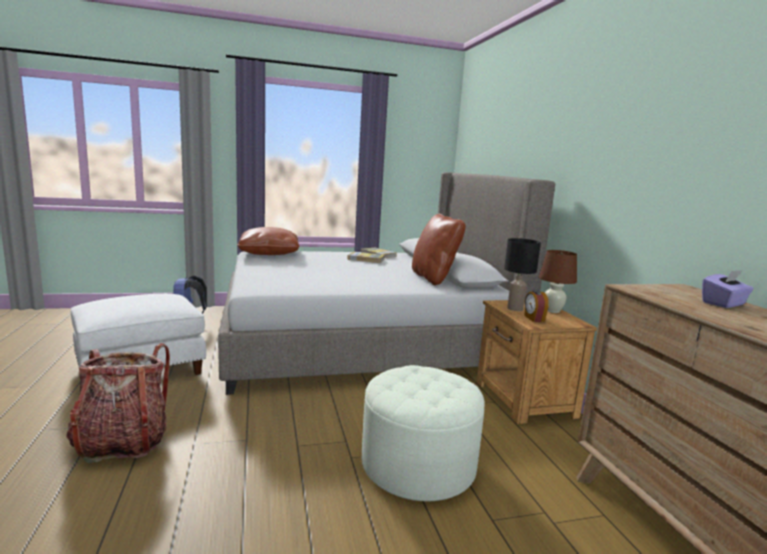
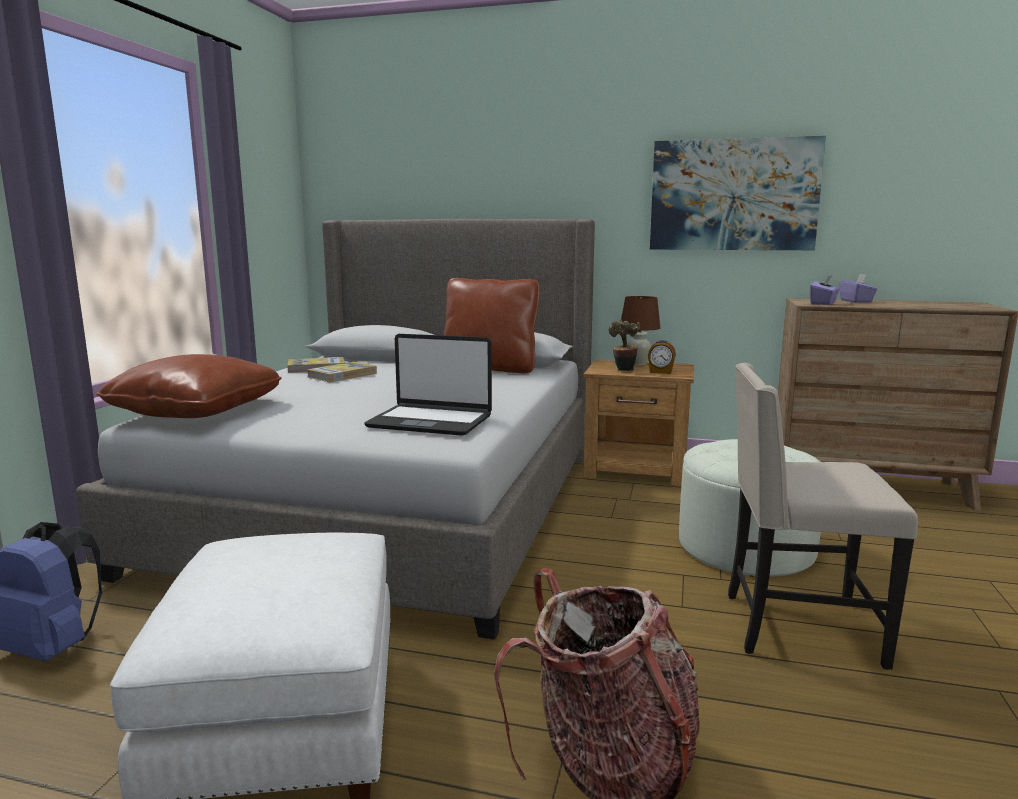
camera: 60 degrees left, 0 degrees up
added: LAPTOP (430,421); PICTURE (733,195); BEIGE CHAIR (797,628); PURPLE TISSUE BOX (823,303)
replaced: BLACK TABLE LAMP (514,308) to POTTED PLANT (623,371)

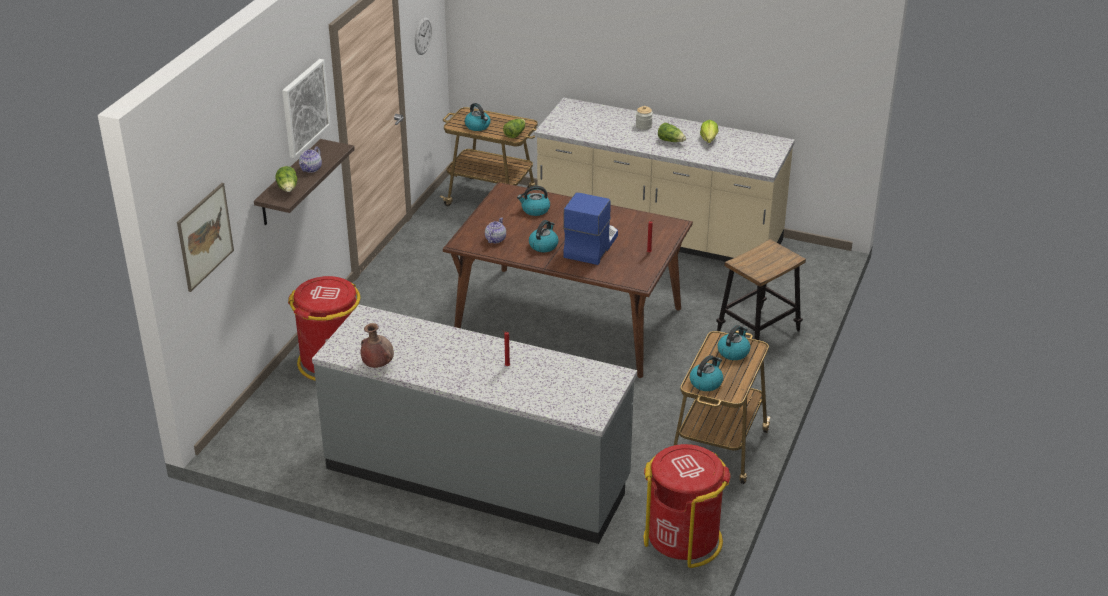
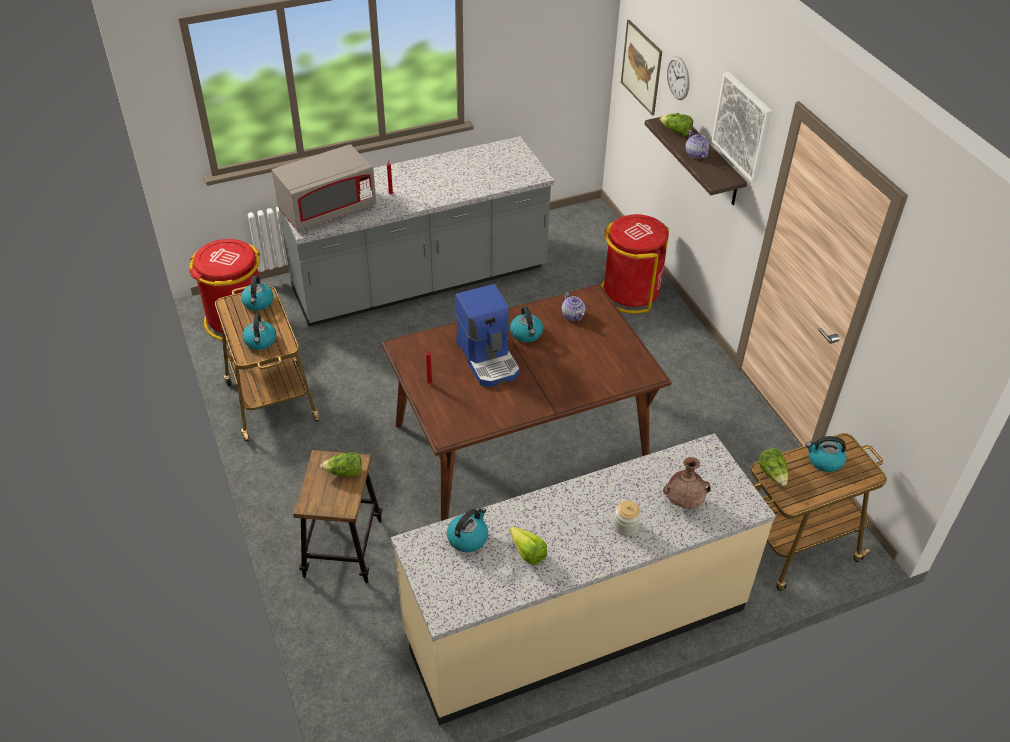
camera: 135 degrees right, 10 degrees up
added: GREY MICROWAVE (327,209)
moved: BROWN VASE (377,364) to (684,502); WALL CLOCK (423,35) to (678,78); KETTLE (535,210) to (468,538); LETTUCE (671,141) to (344,472)

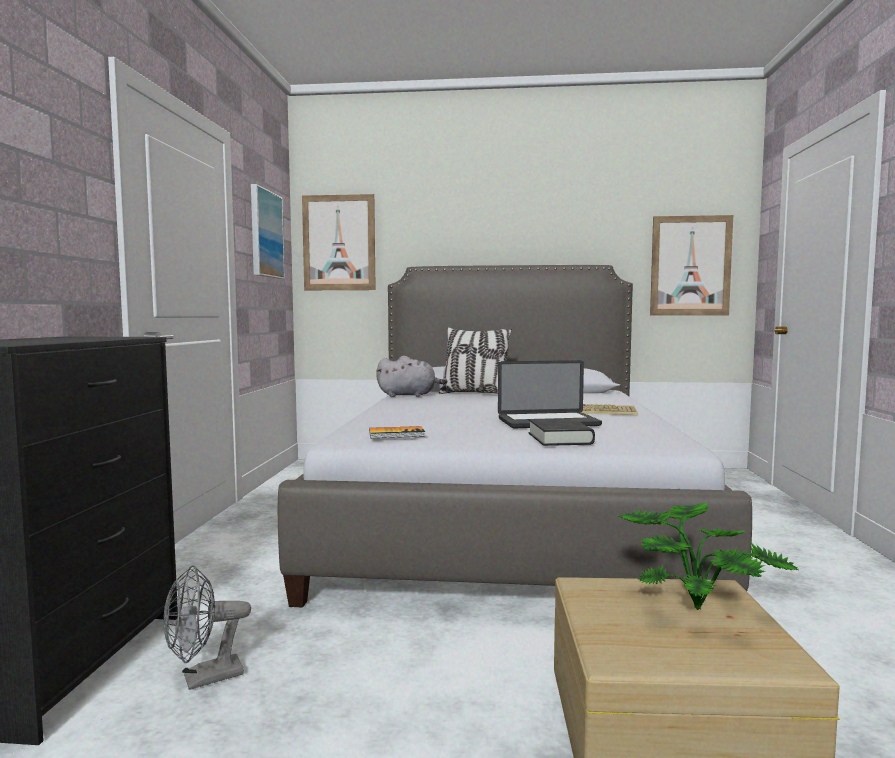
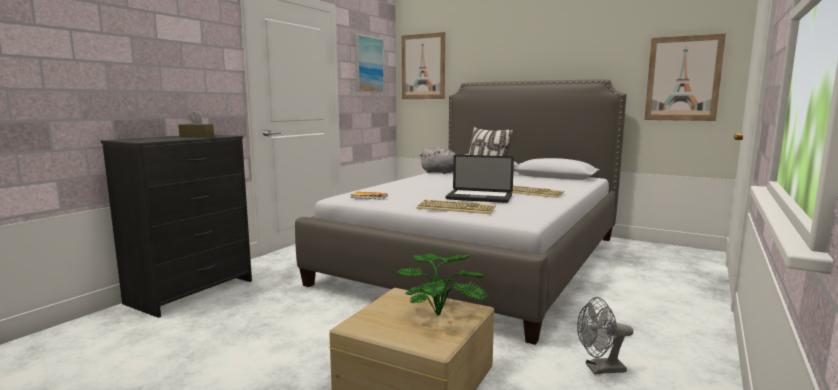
camera: 25 degrees right, 5 degrees up
added: BROWN TISSUE BOX (196,136)
moved: GREY FAN (203,679) to (600,369)
replaced: BLACK BOOK (560,438) to KEYBOARD (456,208)

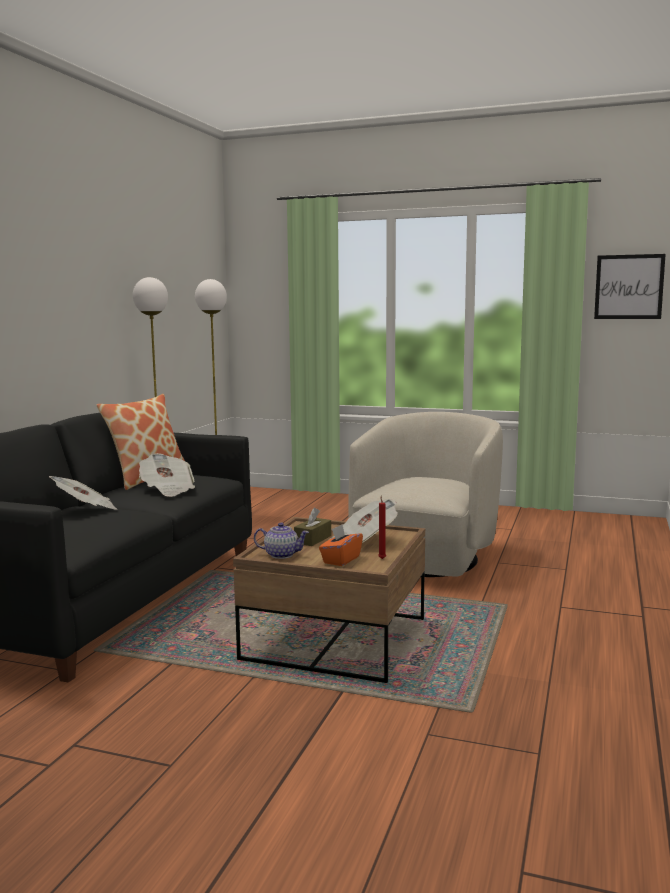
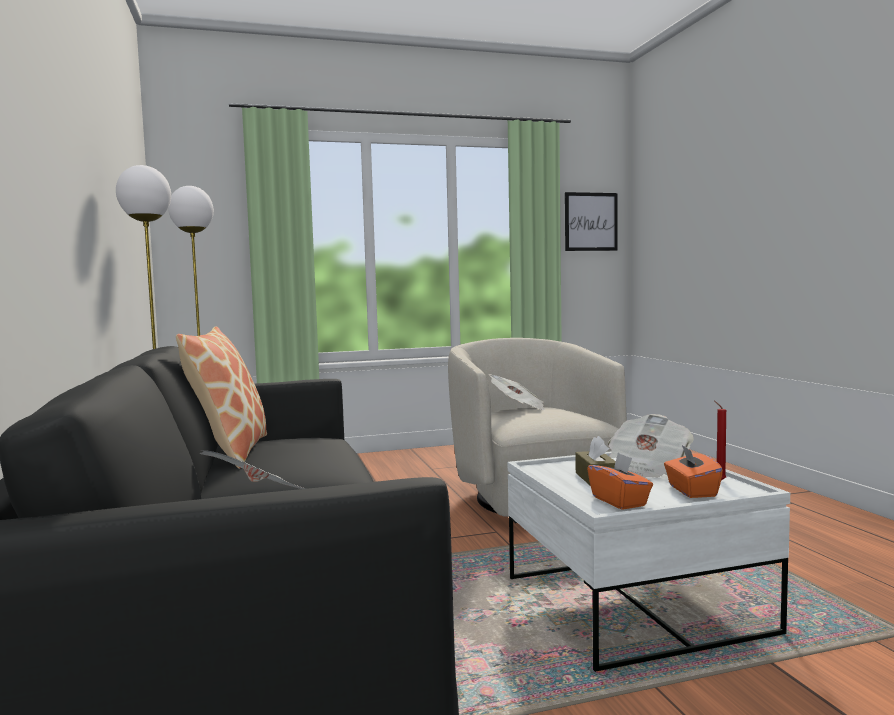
camera: 35 degrees left, 5 degrees down
moved: NEWSPAPER (167,490) to (518,408)
replaced: TEAPOT (281,555) to ORANGE TISSUE BOX (619,501)
recoloured: BROWN COFFEE TABLE (335,639) to WHITE COFFEE TABLE (634,604)

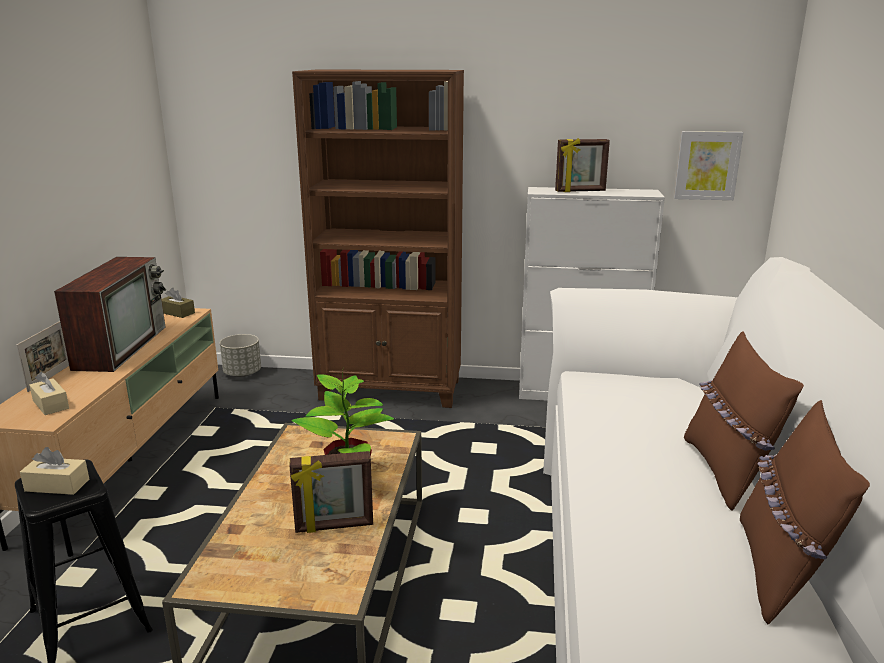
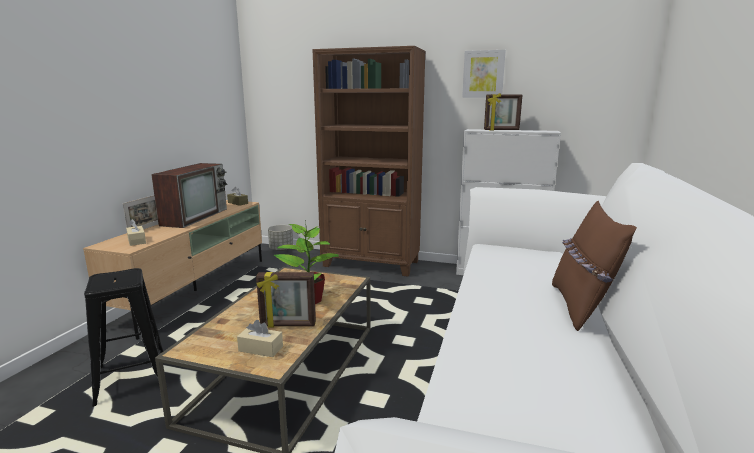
camera: 10 degrees right, 5 degrees down
removed: BROWN PILLOW (780,571)
moved: BEIGE TISSUE BOX (57,485) to (261,349); PICTURE (707,165) to (483,74)

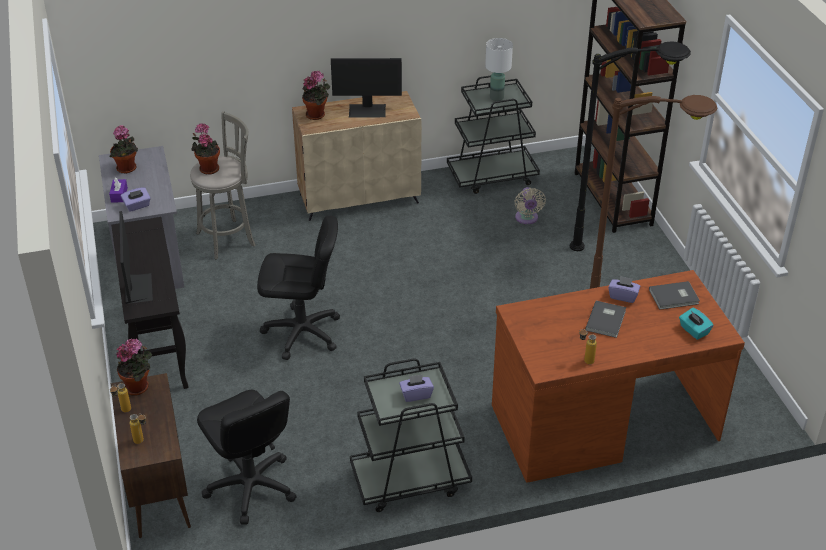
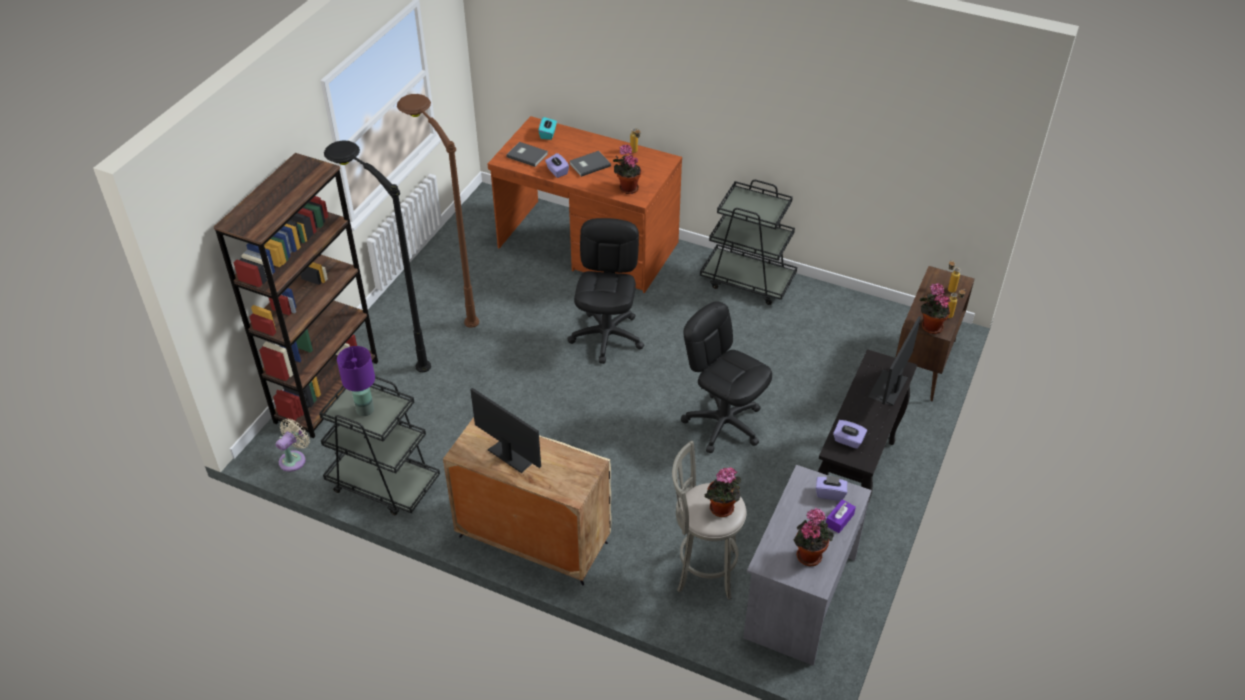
camera: 140 degrees left, 5 degrees up
moved: BLACK OFFICE CHAIR (251,487) to (607,336); POTTED PLANT (317,115) to (627,188); PURPLE TISSUE BOX (416,394) to (848,440); BEIGE FAN (527,219) to (294,459)
recoloured: WHITE TABLE LAMP (496,97) to PURPLE TABLE LAMP (364,410)

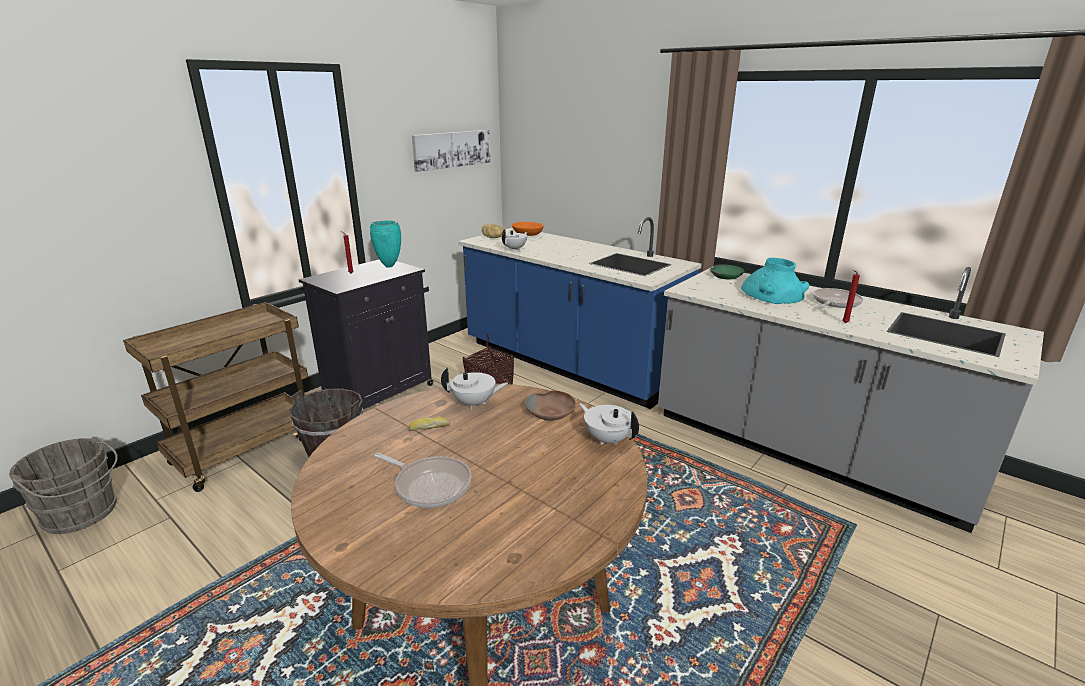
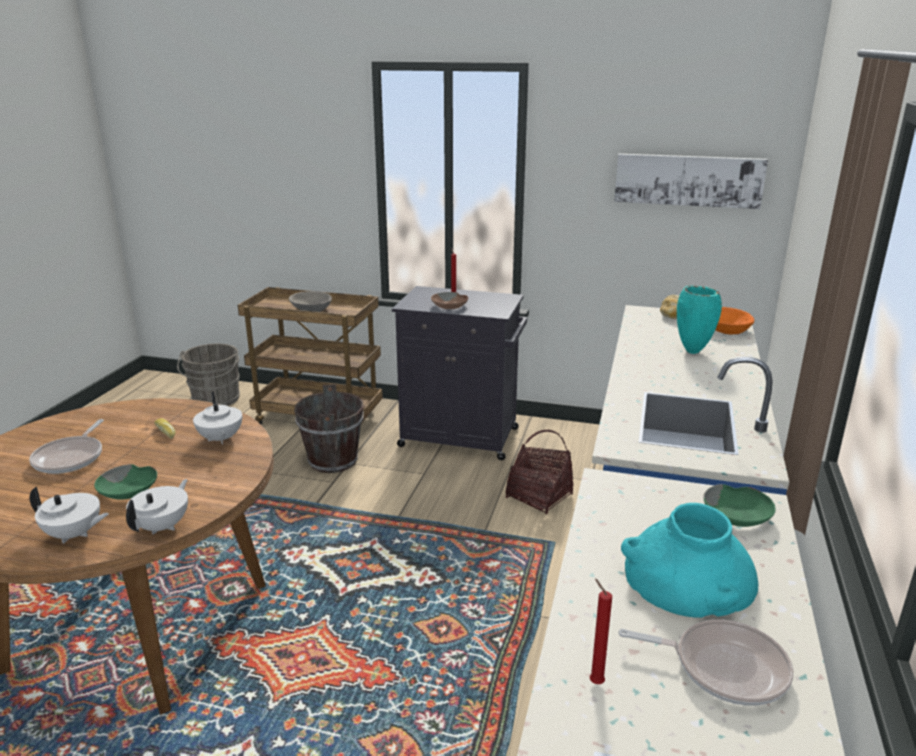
camera: 65 degrees right, 0 degrees up
added: GREEN BOWL (129,490); GREY BOWL (311,309)
moved: TURQUOISE VASE (389,266) to (693,352); WHITE TEAPOT (515,249) to (74,535); BROWN BOWL (551,412) to (450,306)

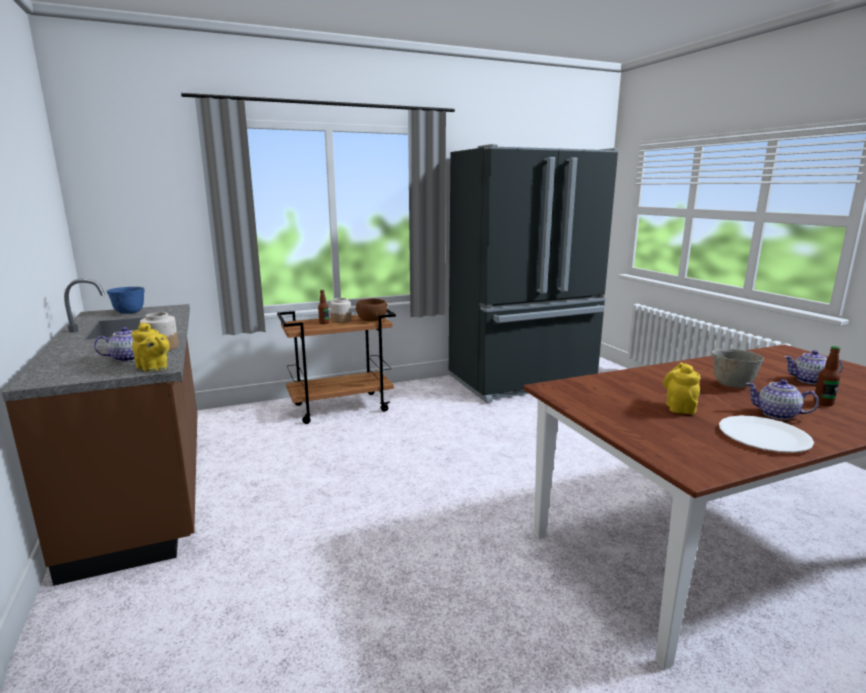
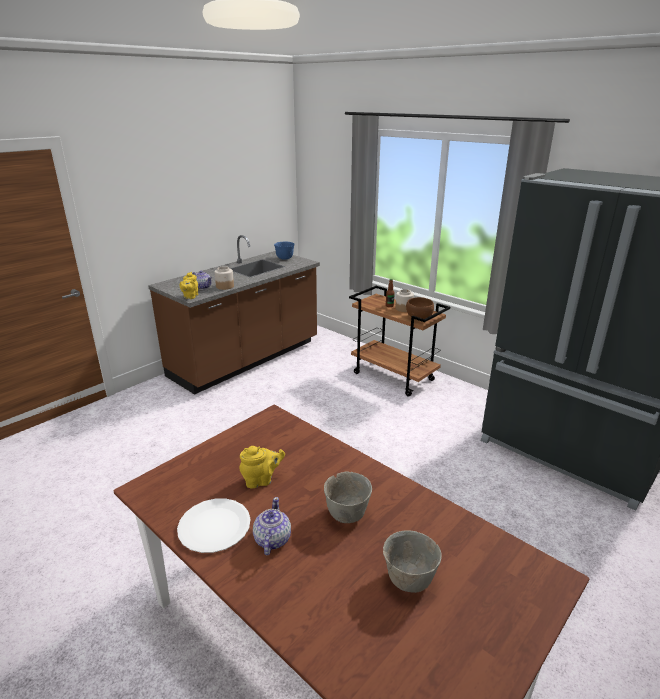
camera: 65 degrees right, 10 degrees up
removed: BOTTLE (823,403)
replaced: TEAPOT (809,380) to GREY BOWL (408,580)

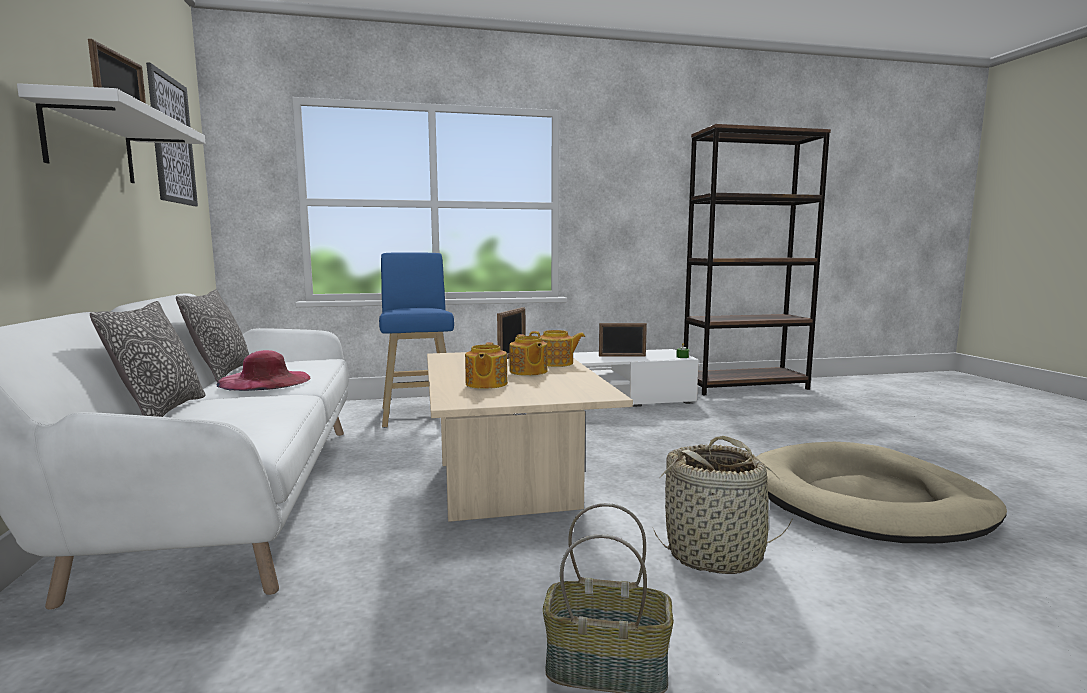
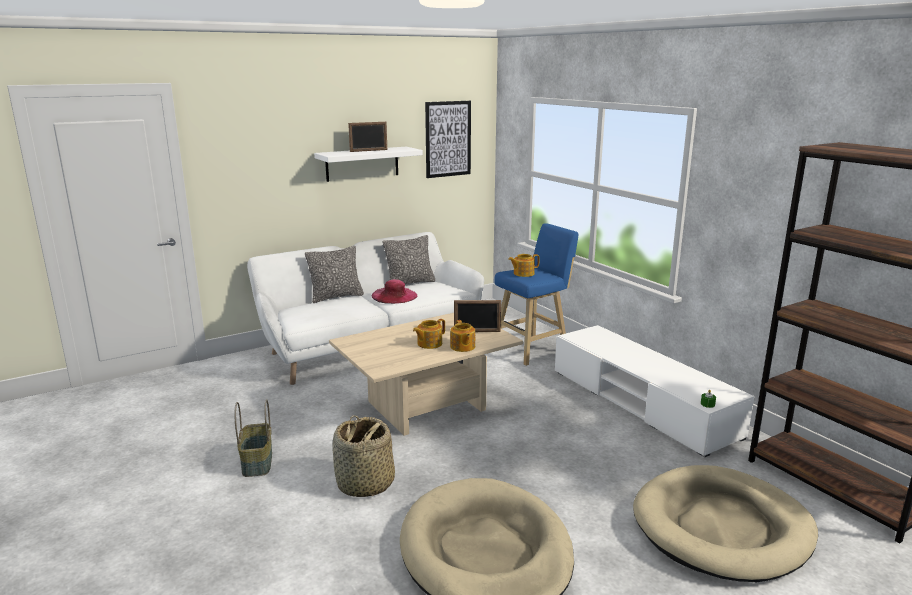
camera: 70 degrees right, 10 degrees up
removed: PICTURE FRAME (622,356)
added: BEIGE DOG BED (722,527)
moved: TEAPOT (485,384) to (523,273)

